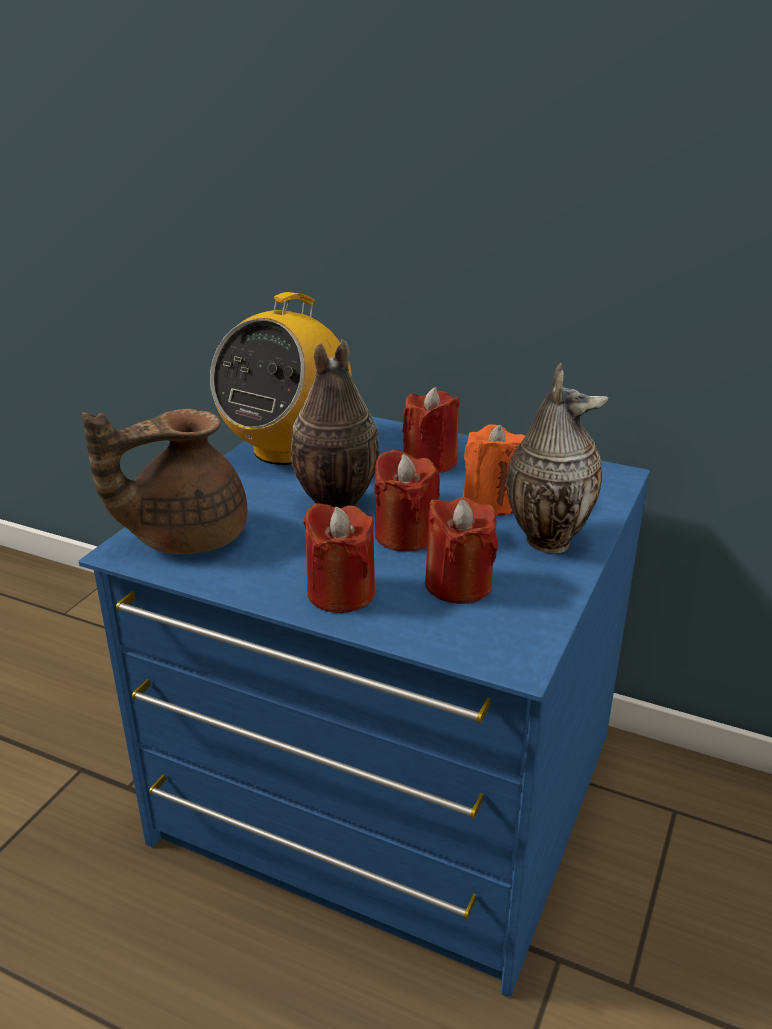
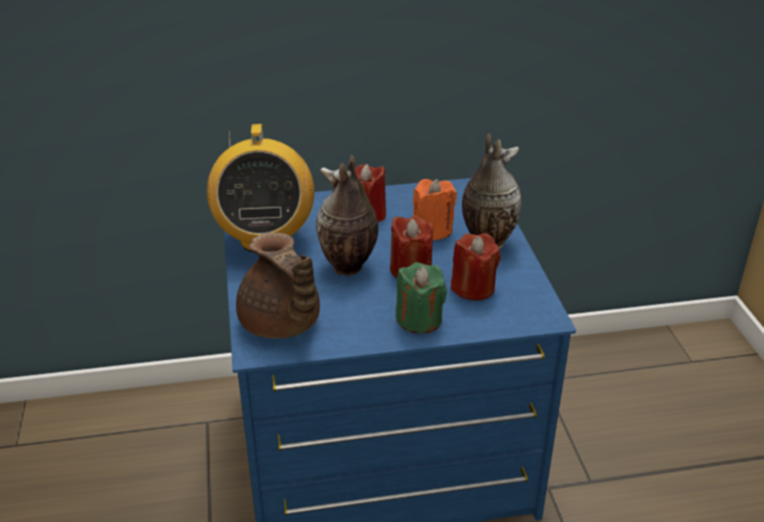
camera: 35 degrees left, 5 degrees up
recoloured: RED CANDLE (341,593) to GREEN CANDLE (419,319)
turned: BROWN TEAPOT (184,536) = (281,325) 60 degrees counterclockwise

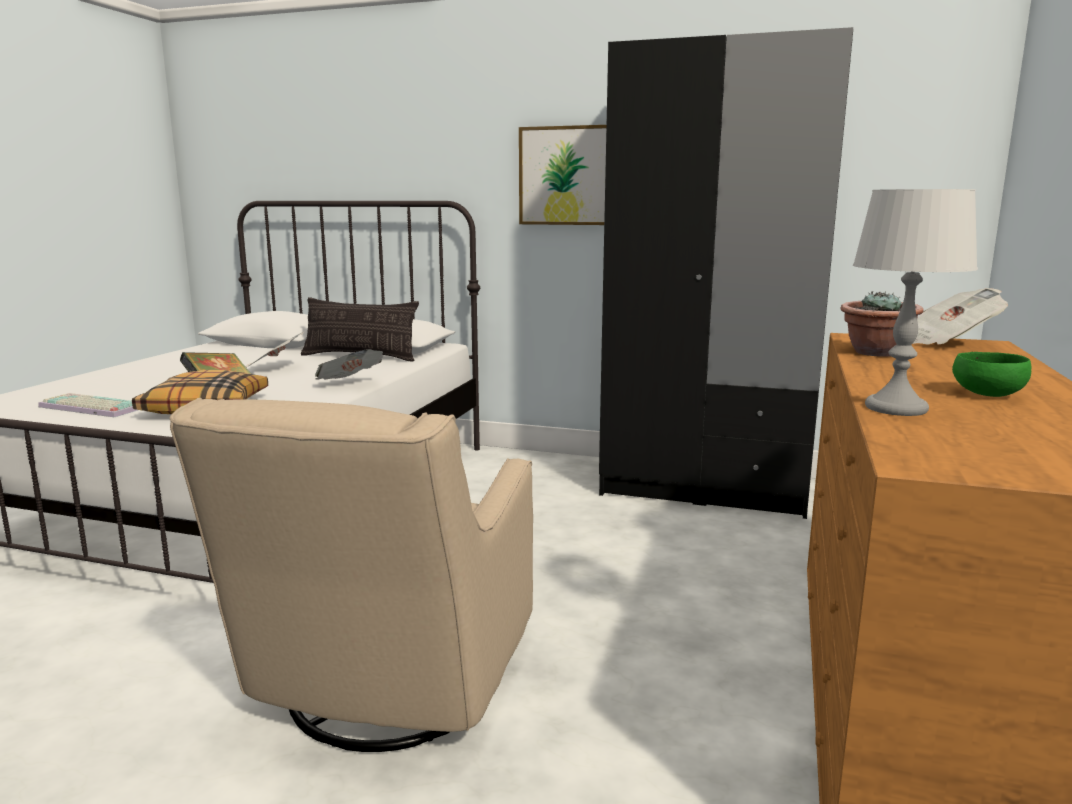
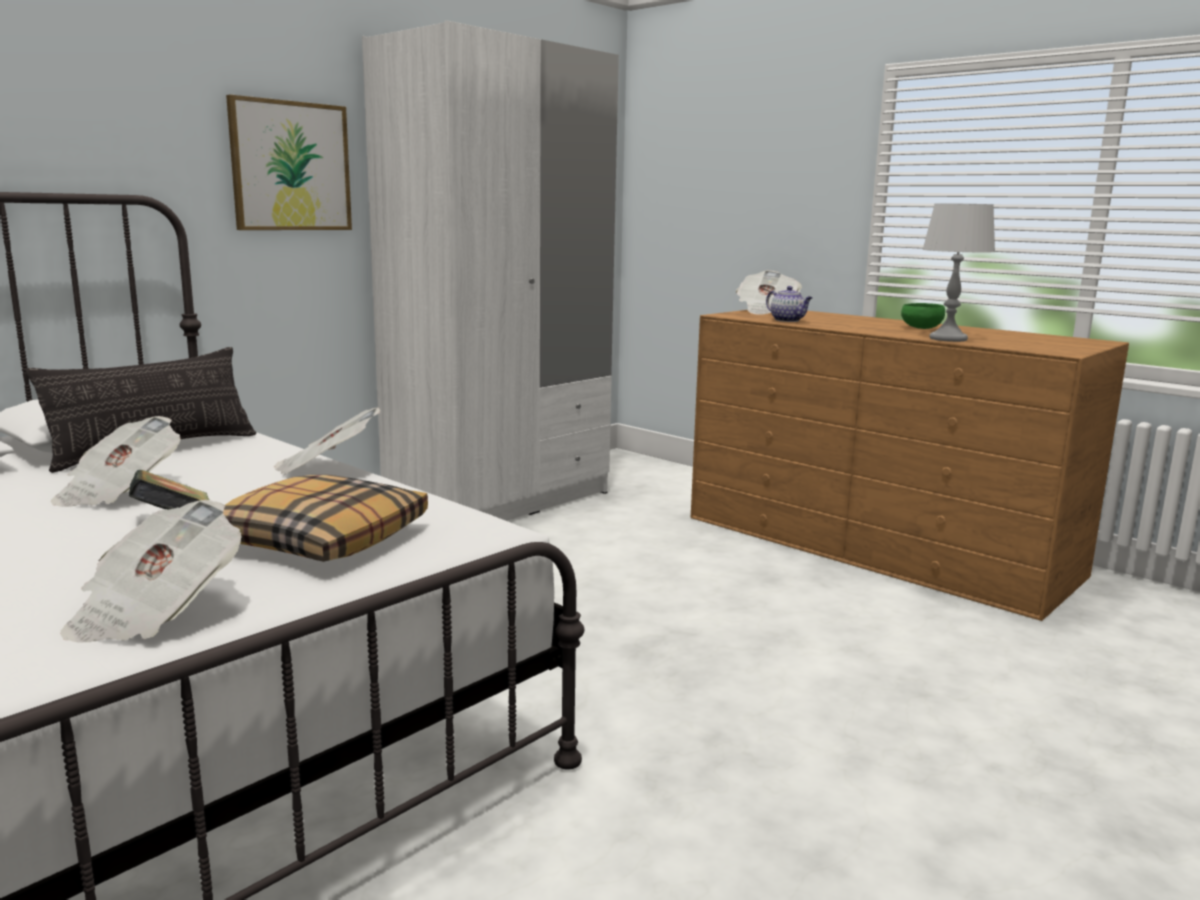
camera: 65 degrees left, 0 degrees up
removed: BEIGE ARMCHAIR (386,691)
replaced: KEYBOARD (89,408) to NEWSPAPER (155,613); POTTED PLANT (876,353) to TEAPOT (788,320)
recoloured: BLACK WARDROBE (704,487) to WHITE WARDROBE (500,501)

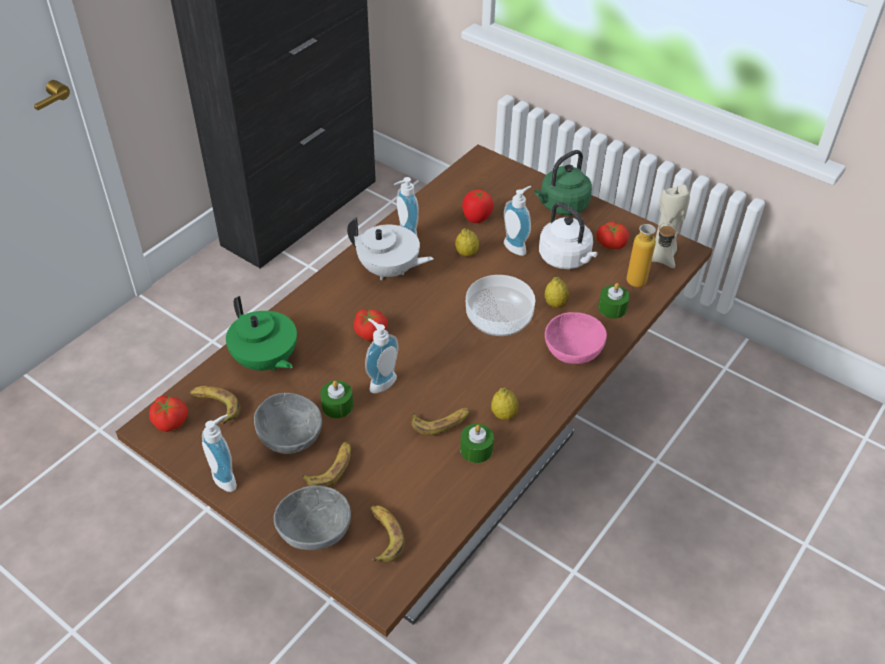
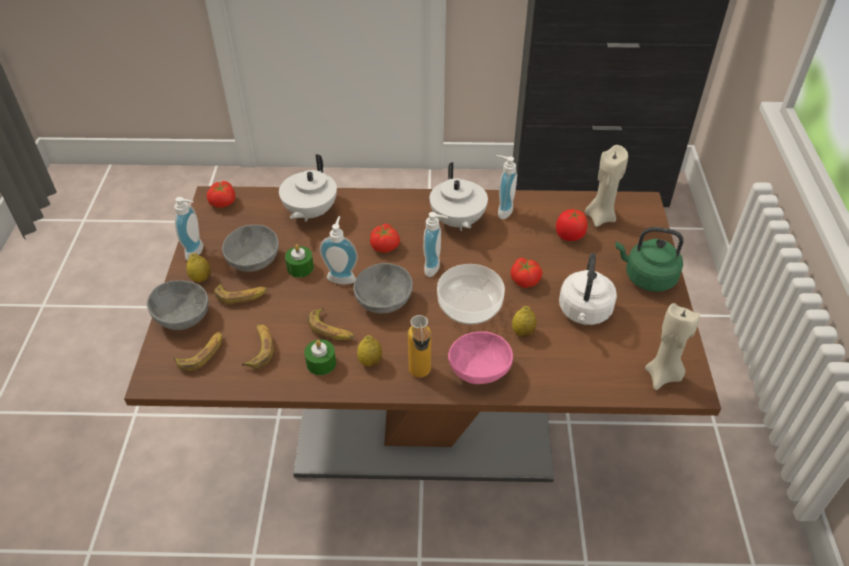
camera: 55 degrees right, 0 degrees up
removed: GREEN CANDLE (612,308)
added: GREY BOWL (385,301); BEIGE CANDLE (600,217)
moved: BANANA (215,406) to (259,349); LEMON (466,253) to (201,278); SOAP DISPENSER (517,246) to (435,267); TOMATO (611,243) to (525,280); BOTTLE (644,284) to (420,377)
recoloured: GREEN TEAPOT (265,361) to WHITE TEAPOT (310,212)

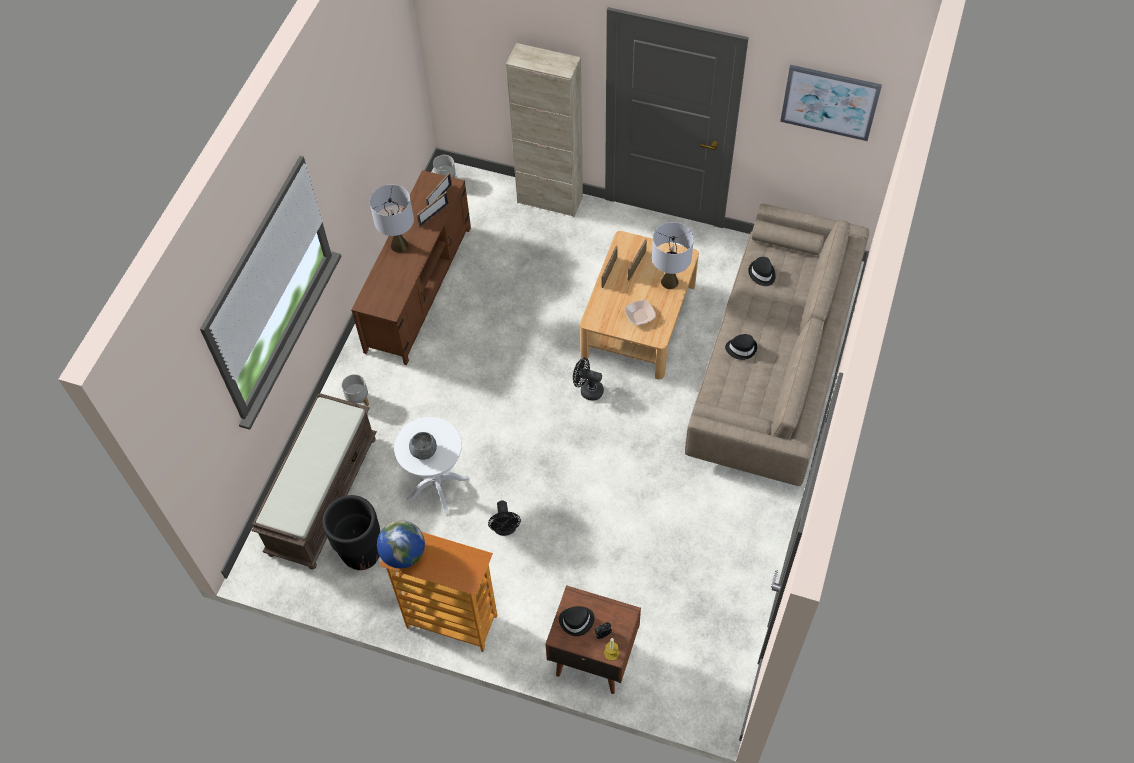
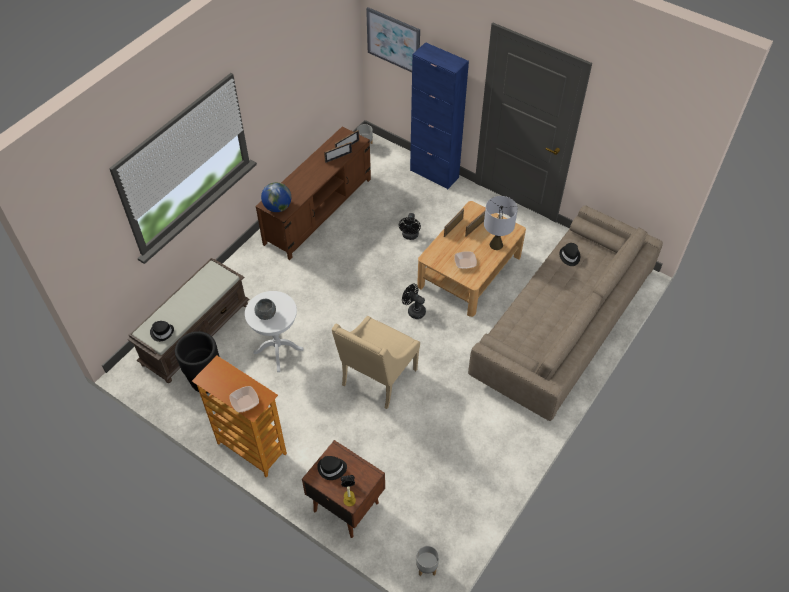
camera: 15 degrees right, 5 degrees down
removed: GREY TABLE LAMP (399,245)
added: BOWL (245,402); BEIGE ARMCHAIR (377,378)
moved: GREY PLANTER (358,401) to (426,567); GLOBE (403,554) to (277,207); BLACK FAN (505,529) to (410,236); BLACK HAT (741,348) to (162,332); PICTURE (829,102) to (393,40)
recoloured: BEIGE CABINET (550,200) to BLUE CABINET (434,174)

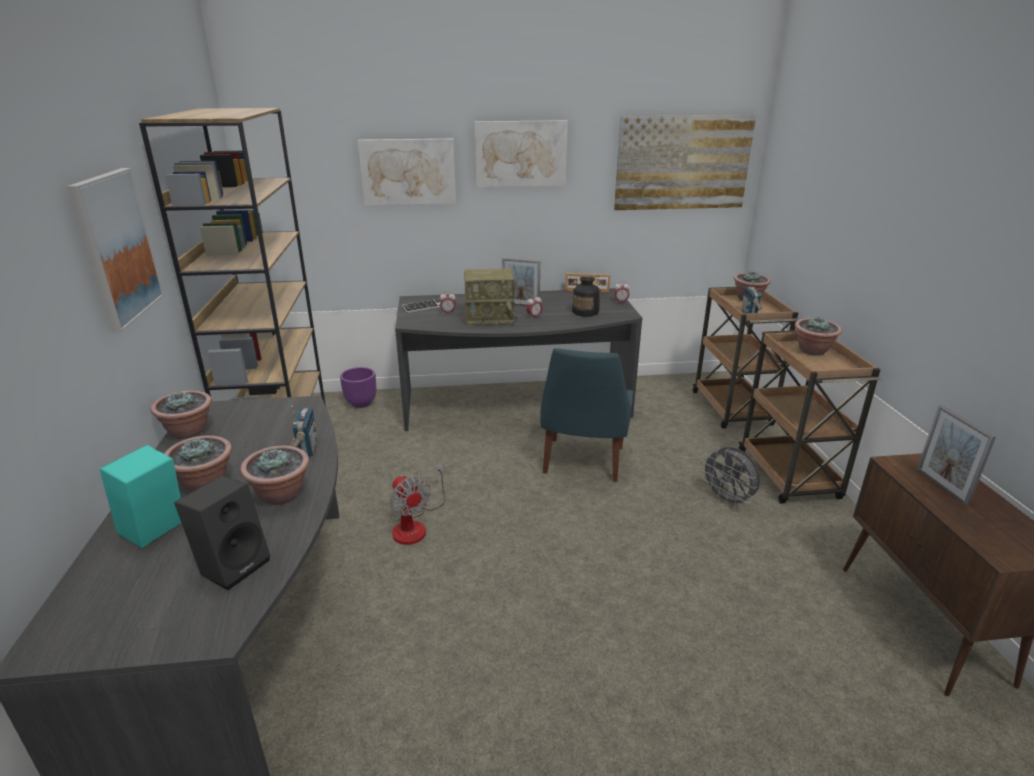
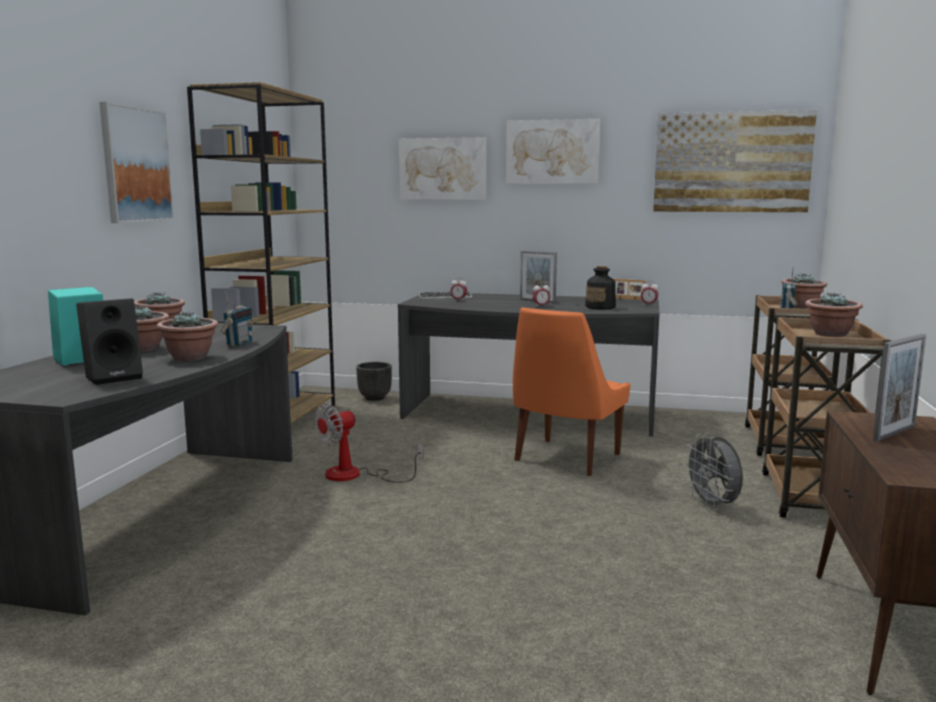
camera: 20 degrees right, 15 degrees down
removed: RADIO (490,318)
recoloured: PURPLE PLANTER (361,403) to BLACK PLANTER (375,398); BLUE CHAIR (583,462) to ORANGE CHAIR (565,459)
turned: FAN (415,525) = (355,475) 60 degrees clockwise; PICTURE FRAME (941,486) = (894,433) 135 degrees counterclockwise

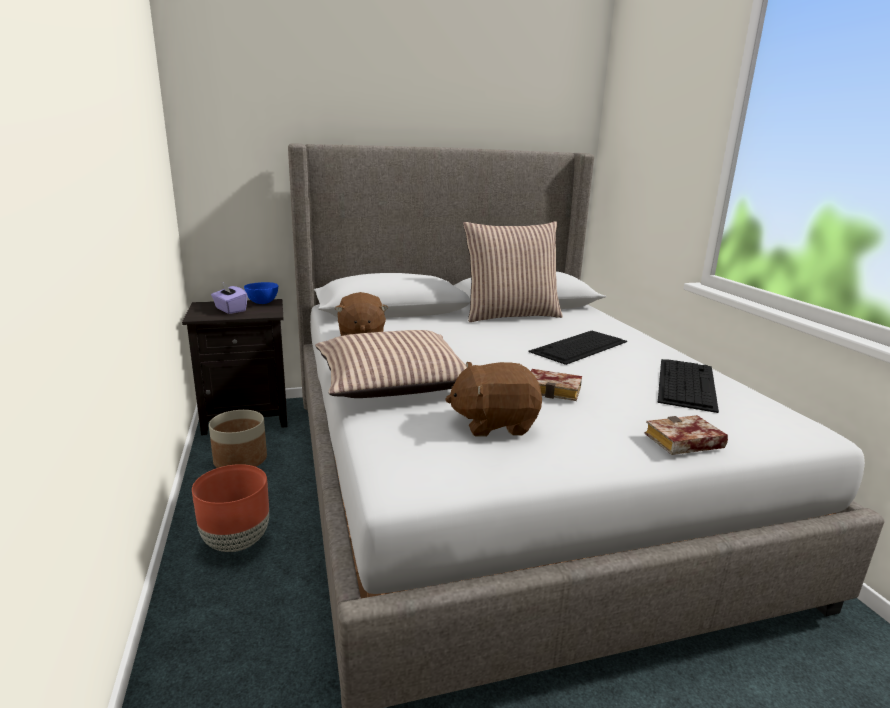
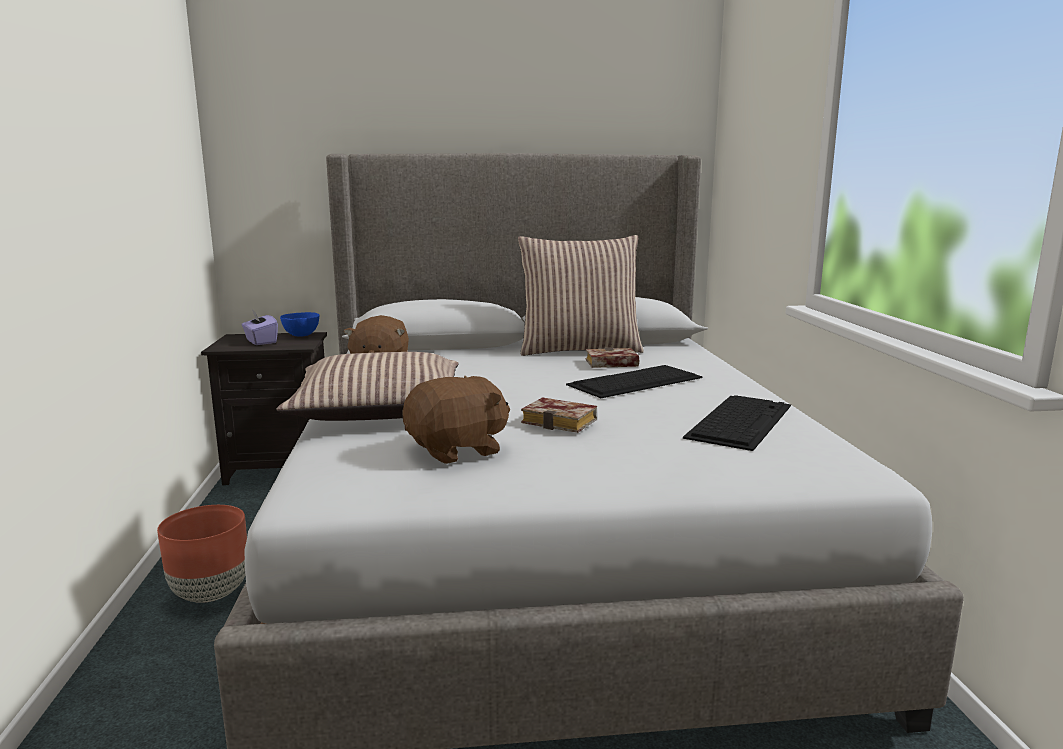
camera: 10 degrees right, 5 degrees down
removed: PLANTER (241,460)
moved: BOOK (682,443) to (609,364)
turned: BROWN PLUSH TOY (494,423) = (457,450) 150 degrees clockwise

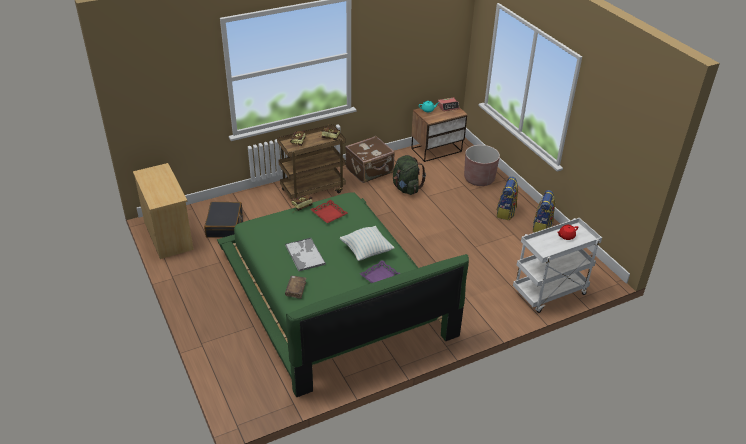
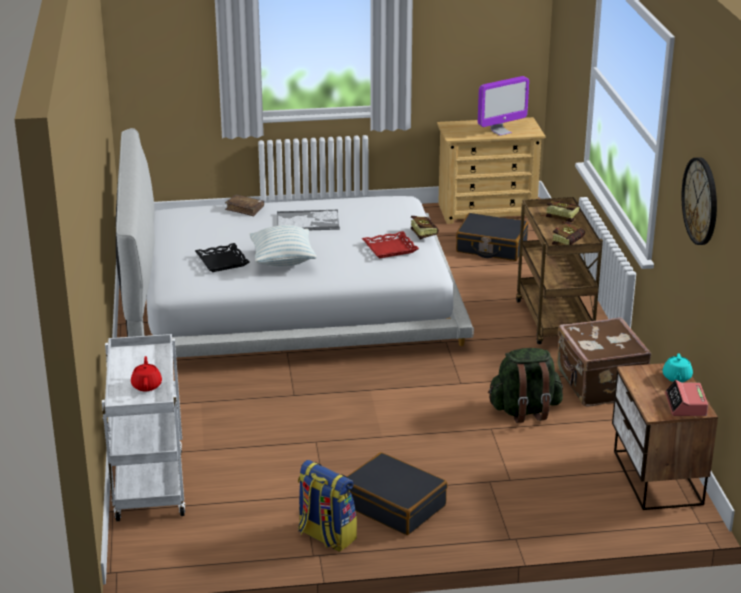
camera: 110 degrees right, 10 degrees down
removed: BROWN PLANTER (479,179)
added: MONITOR (501,132); WALL CLOCK (701,201)
replaced: BACKPACK (506,212) to BLACK SUITCASE (394,505)
recoloured: GREEN BED (334,294) to WHITE BED (289,302); PURPLE TRAY (380,277) to BLACK TRAY (221,261)

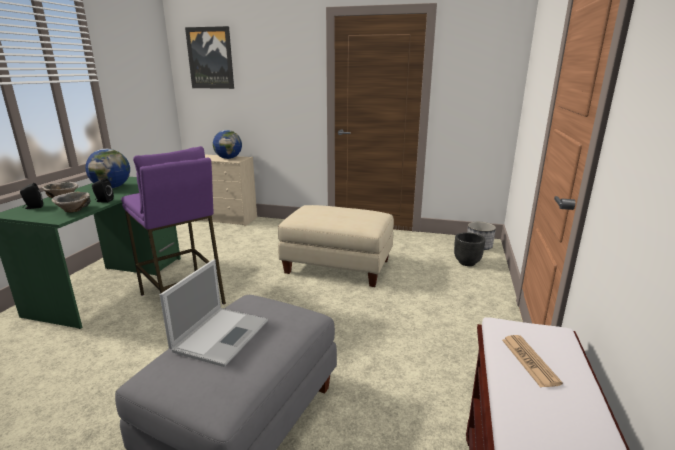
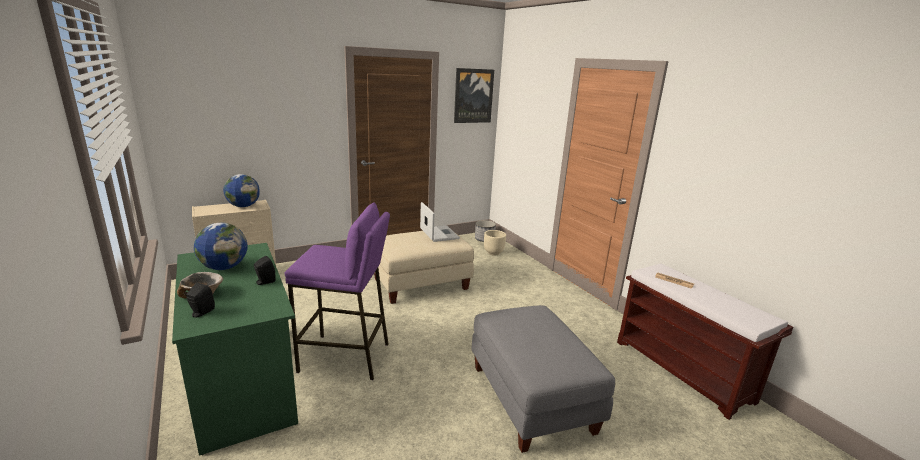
camera: 45 degrees left, 0 degrees up
removed: BOWL (74,210)
moved: LAPTOP (222,334) to (438,233); PICTURE (210,58) to (473,96)
recoloured: BLACK PLANTER (466,262) to BEIGE PLANTER (493,253)

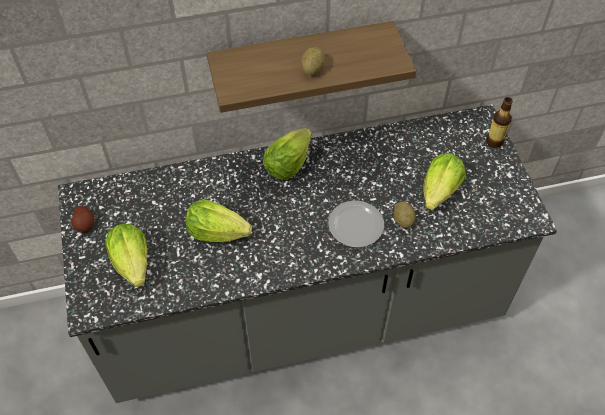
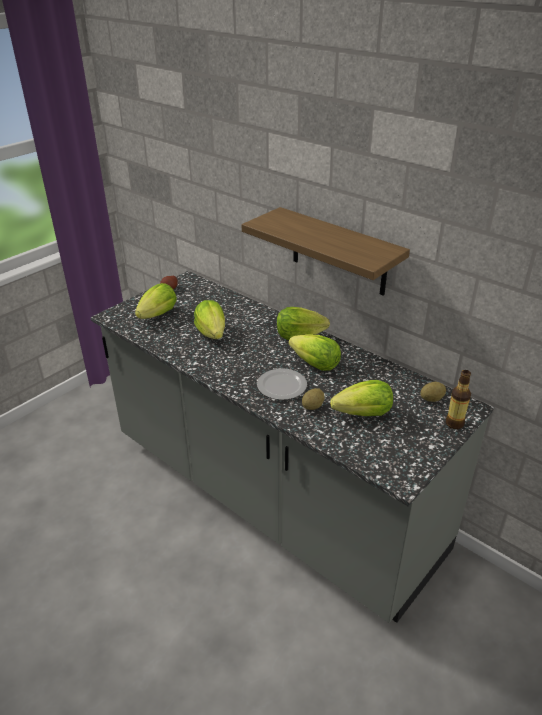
camera: 55 degrees right, 20 degrees down
added: LETTUCE (315,365)
moved: POTATO (312,69) to (431,399)

